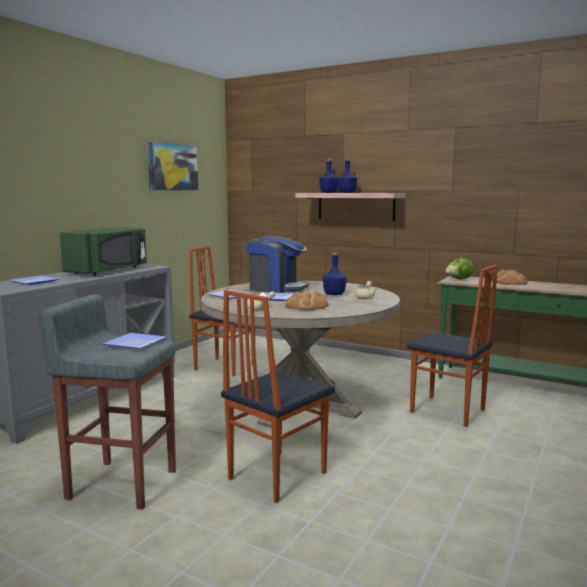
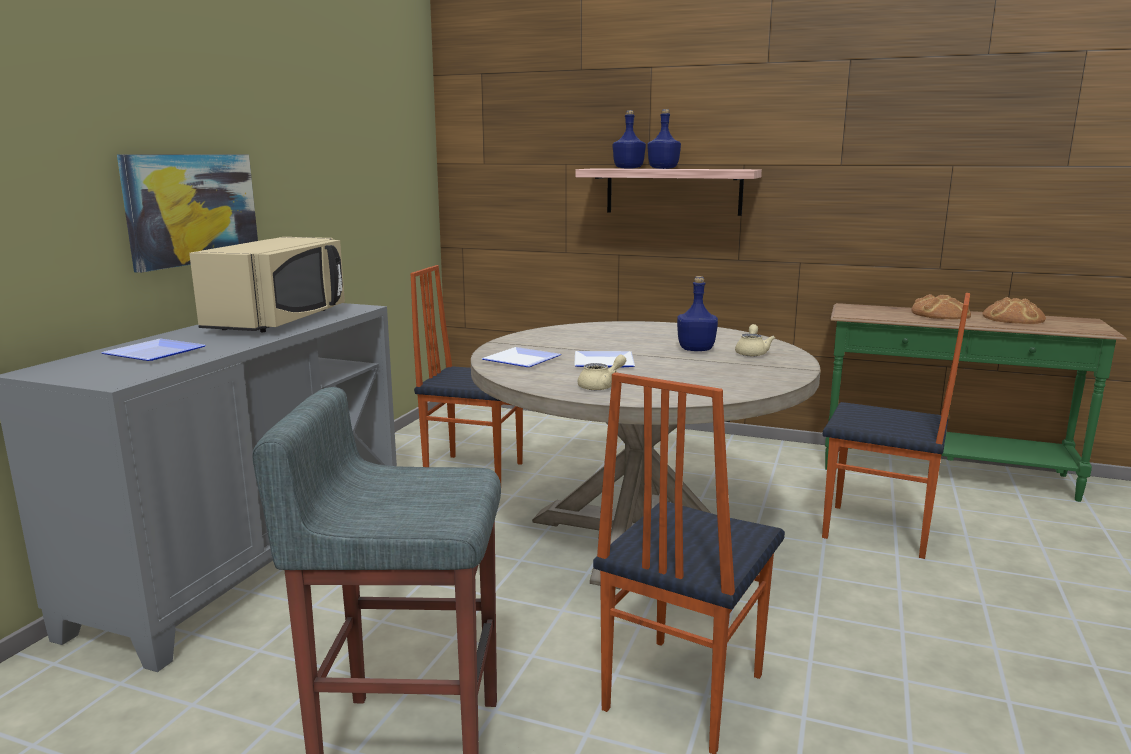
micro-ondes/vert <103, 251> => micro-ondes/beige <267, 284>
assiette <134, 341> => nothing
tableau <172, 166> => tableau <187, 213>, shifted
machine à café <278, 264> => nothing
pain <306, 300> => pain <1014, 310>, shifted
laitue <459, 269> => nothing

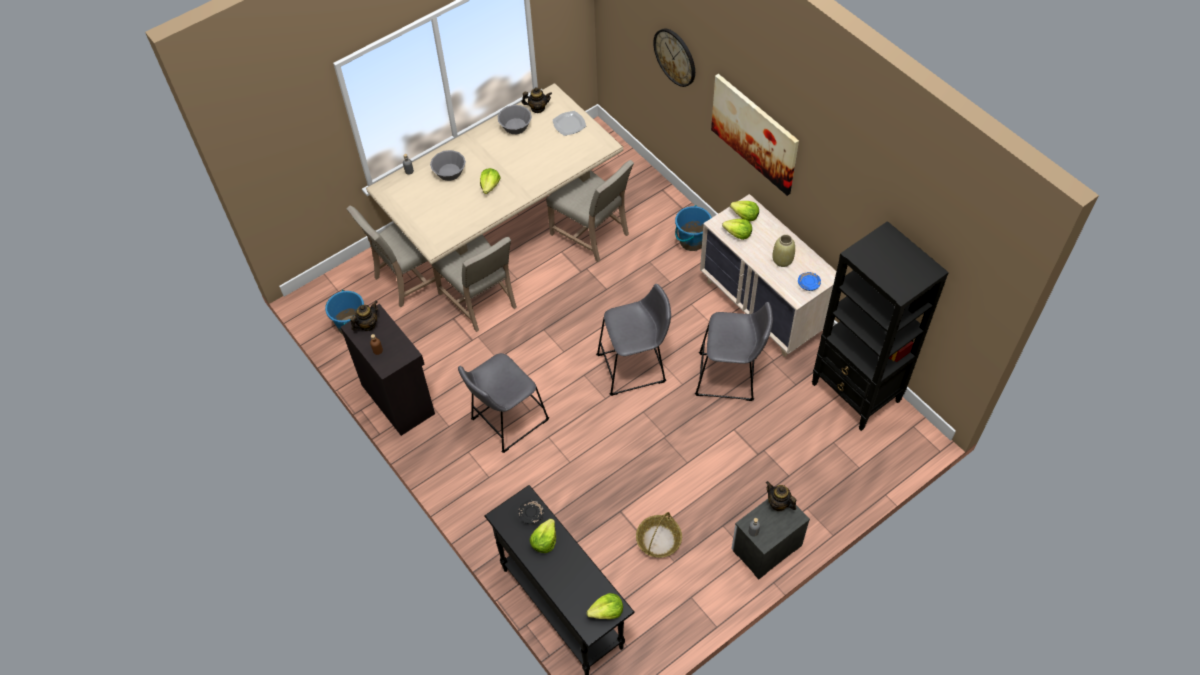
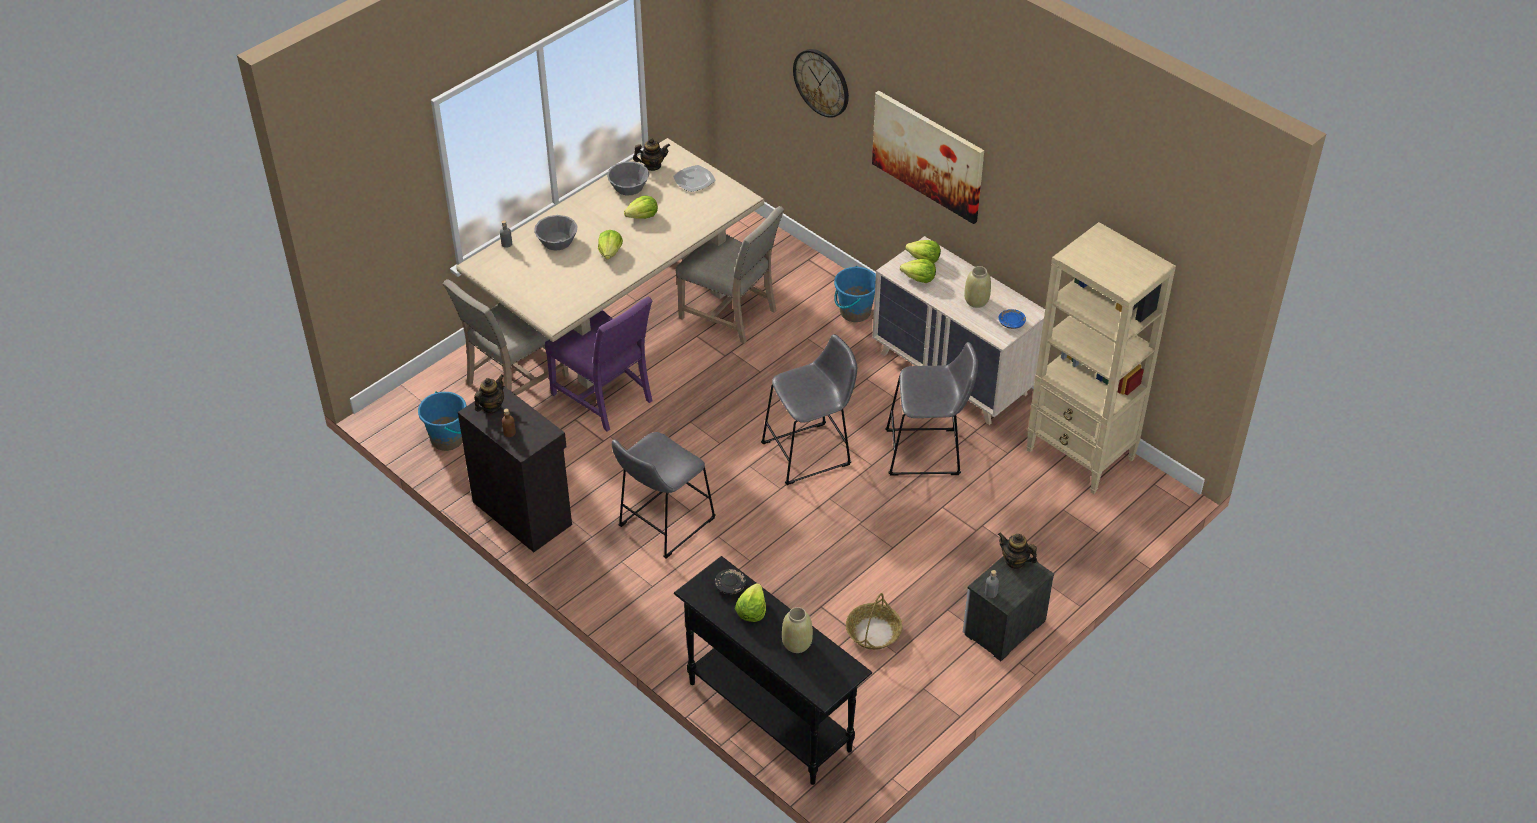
chaise/beige <474, 283> => chaise/violet <598, 364>
laitue <605, 606> => laitue <641, 207>, shifted
bibliothèque/noir <880, 326> => bibliothèque/beige <1101, 358>
nothing => vase/beige <797, 630>

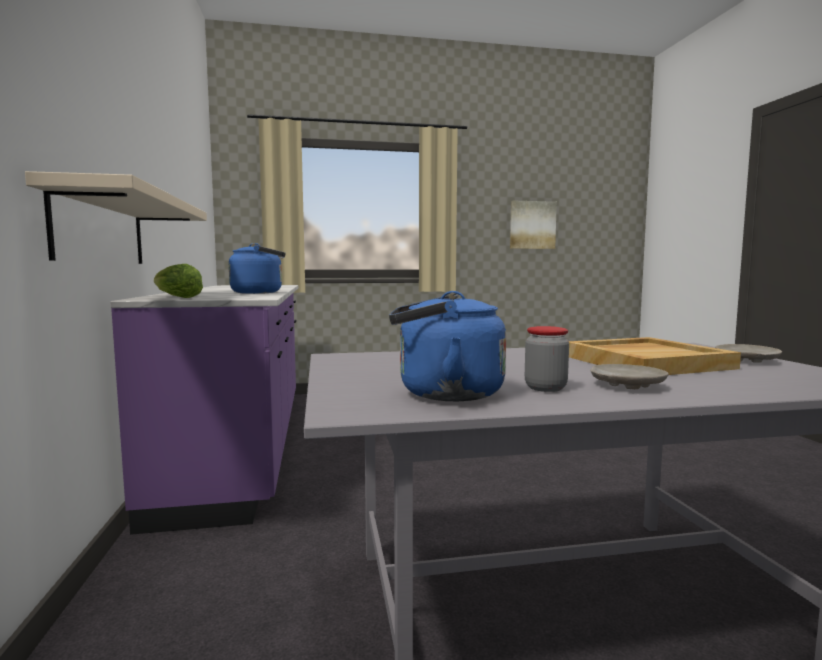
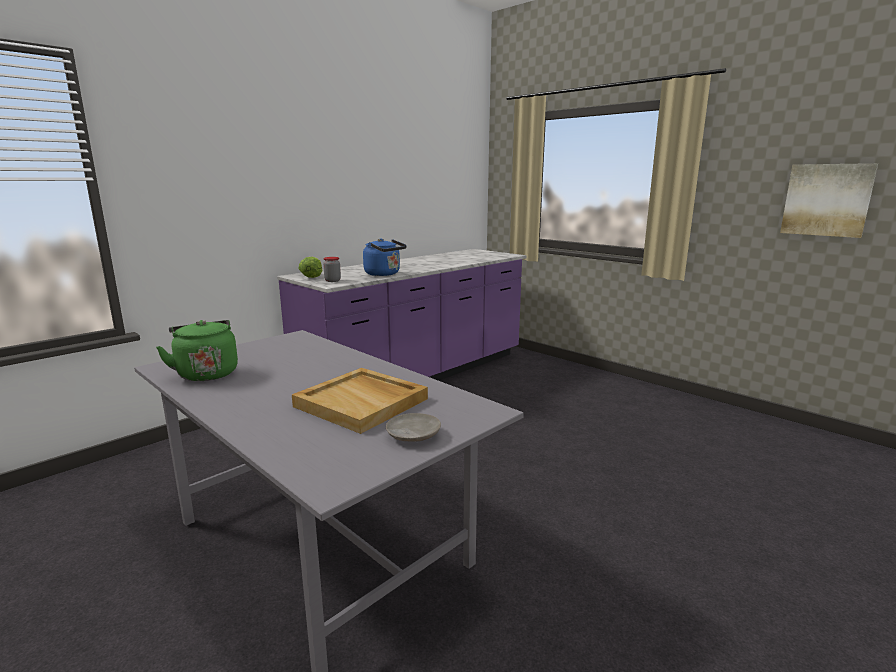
étagère/beige <116, 217> => nothing
bouilloire/bleu <447, 346> => bouilloire/vert <197, 350>
bocal <547, 359> => bocal <332, 269>, shifted
assiette/beige <629, 376> => nothing

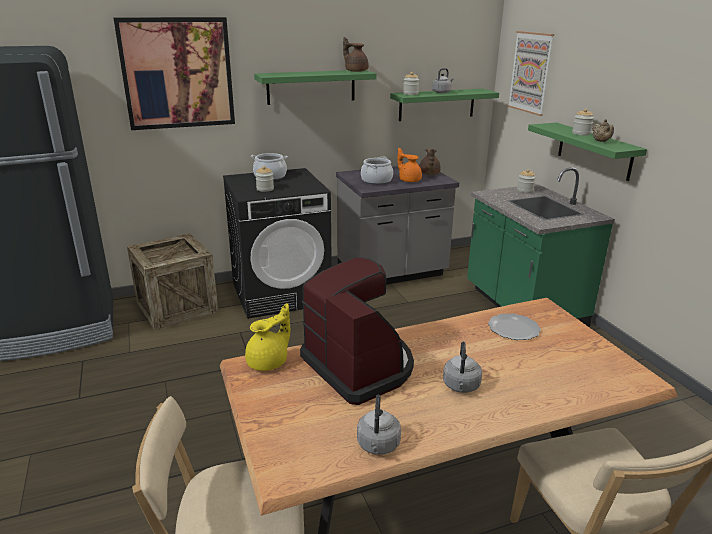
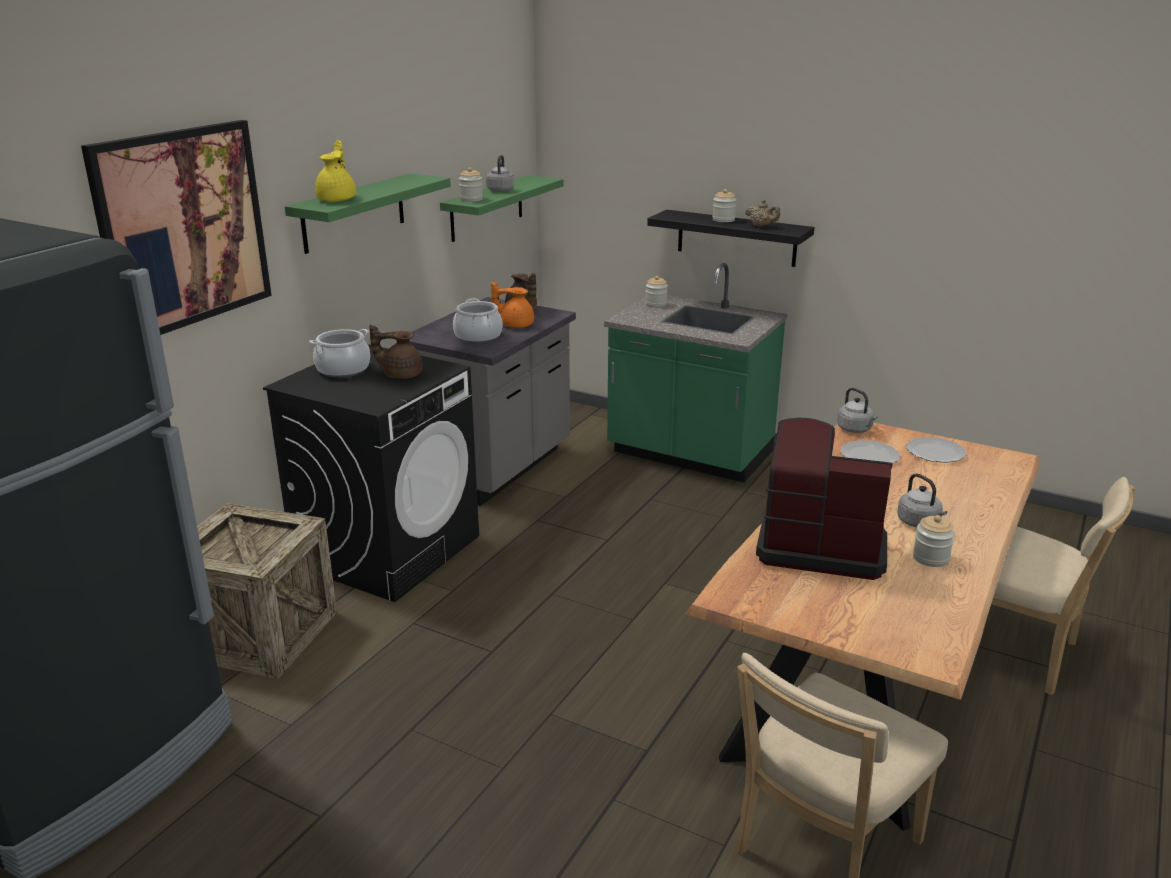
théière/jaune <267, 337> => théière/jaune <335, 171>, shifted
bocal <264, 179> => bocal <934, 541>, shifted
théière/marron <356, 54> => théière/marron <396, 351>, shifted
bouilloire/gris <379, 425> => bouilloire/gris <857, 410>, shifted
tableau <530, 73> => nothing
étagère/vert <587, 152> => étagère/noir <730, 238>
nothing => assiette <936, 450>

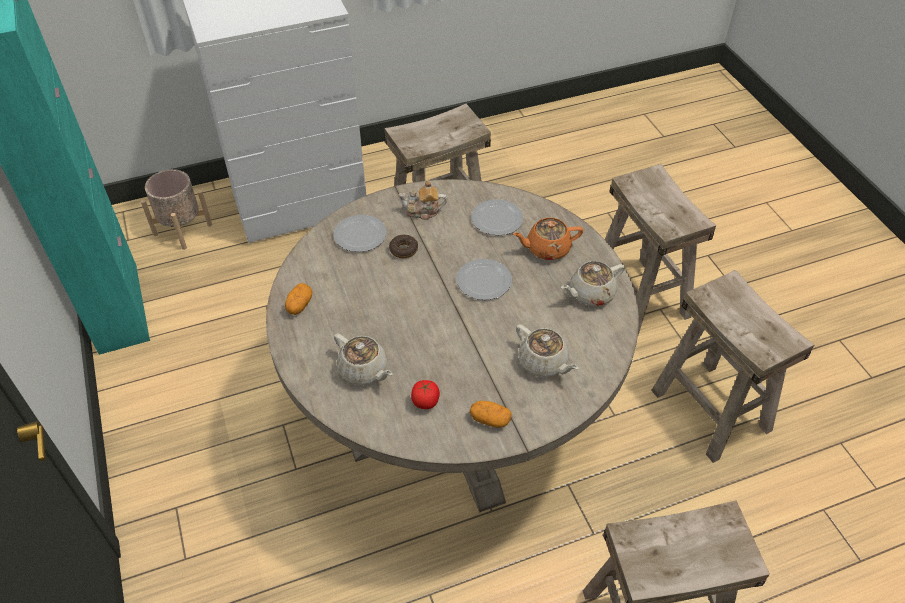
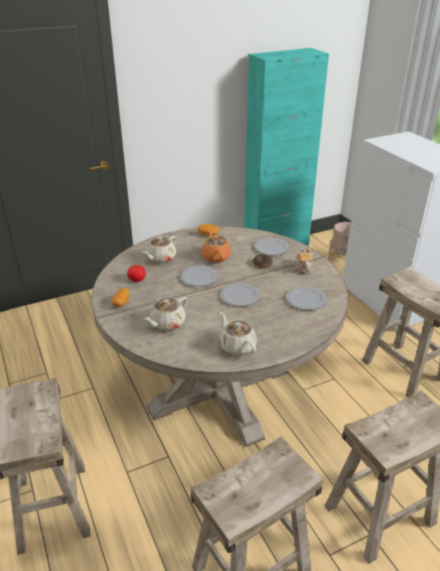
théière/orange <548, 239> => théière/orange <216, 246>, shifted
nothing => assiette <200, 276>

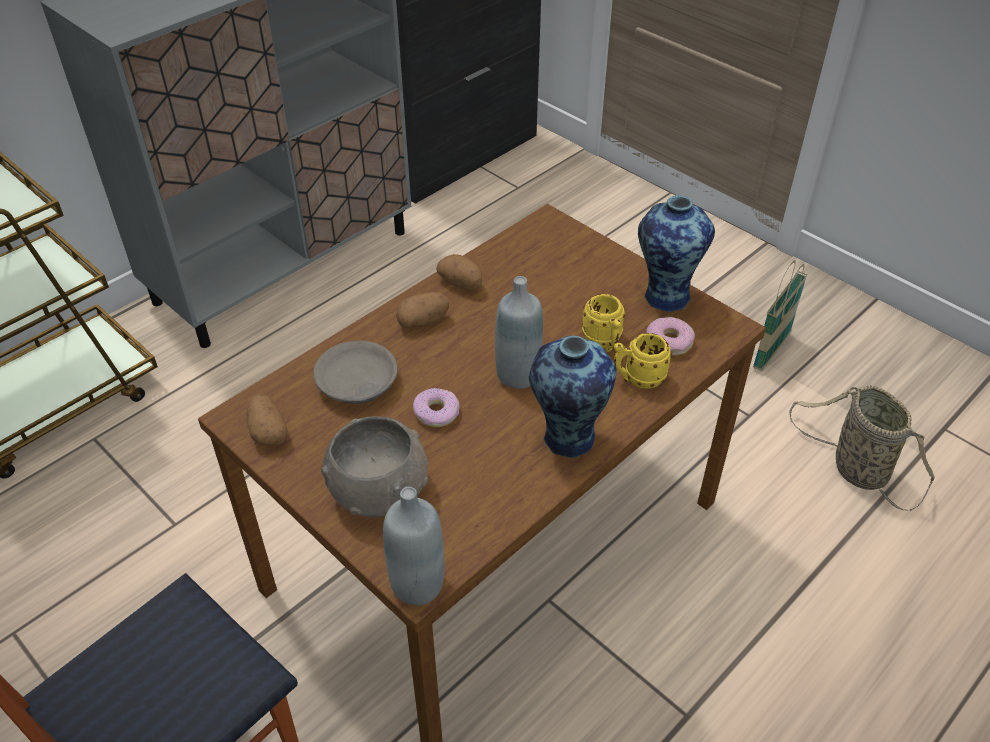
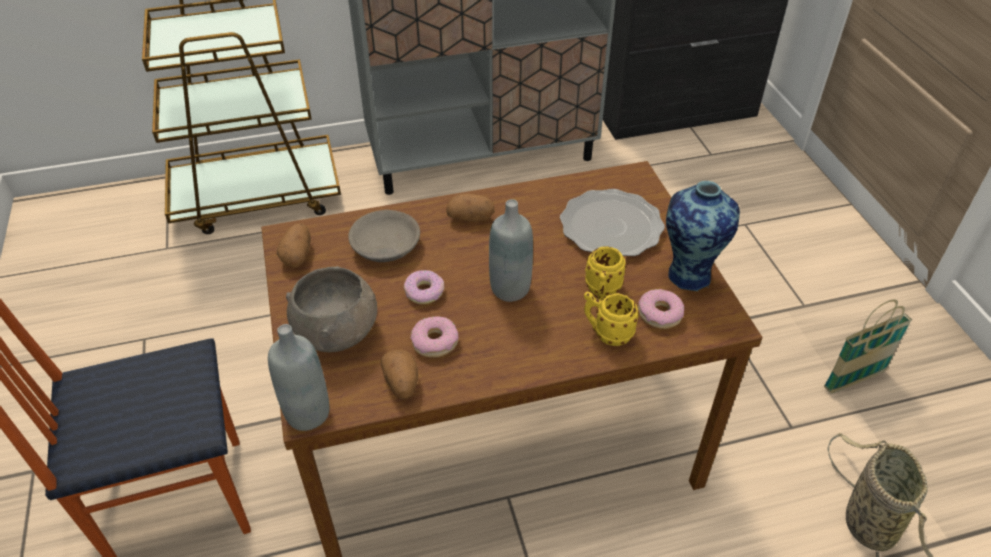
pomme de terre <459, 272> => pomme de terre <399, 374>, shifted
vase <573, 397> => nothing
nothing => beignet <434, 337>
nothing => assiette <612, 222>

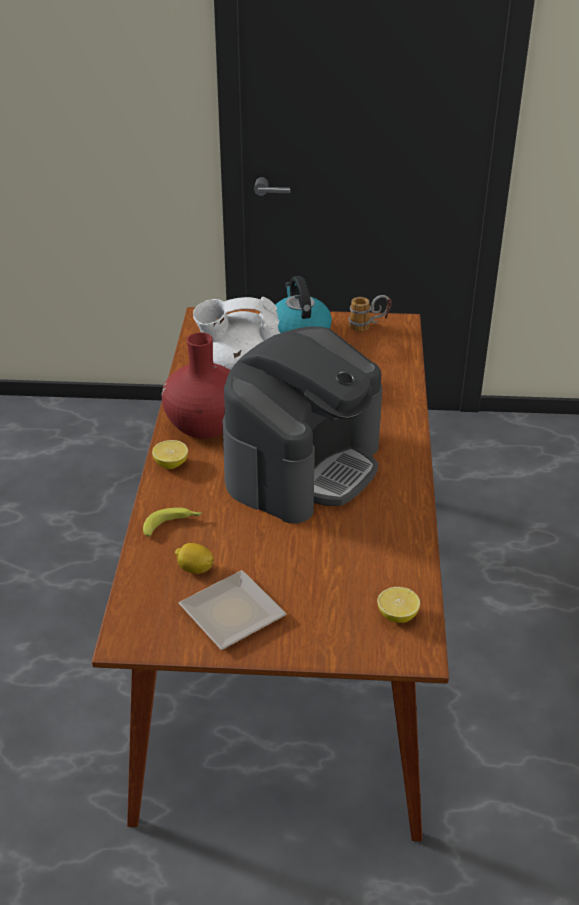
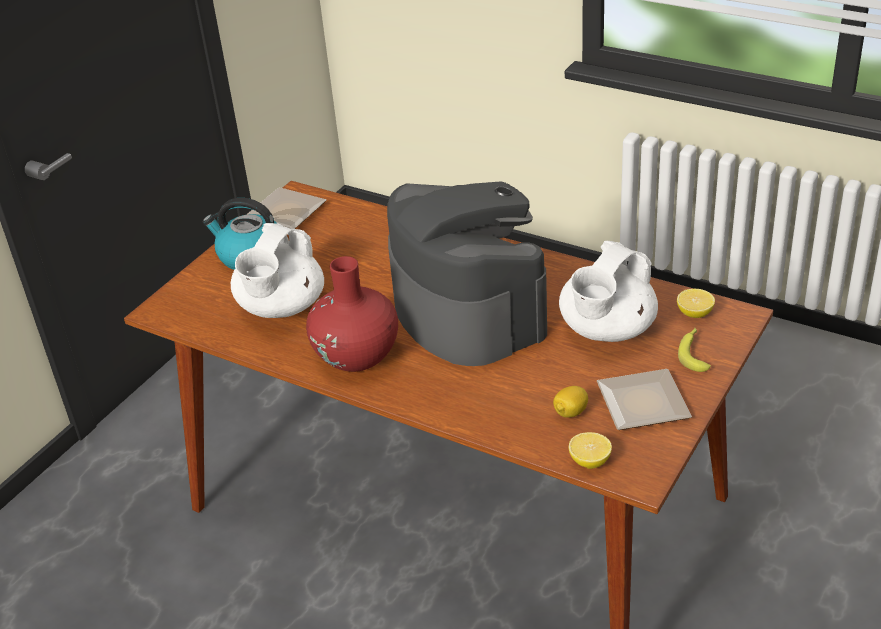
banane <172, 522> => banane <694, 350>, shifted
citron <170, 454> => citron <590, 450>, shifted
mug <370, 313> => assiette <286, 208>
nothing => théière/blanc <608, 291>

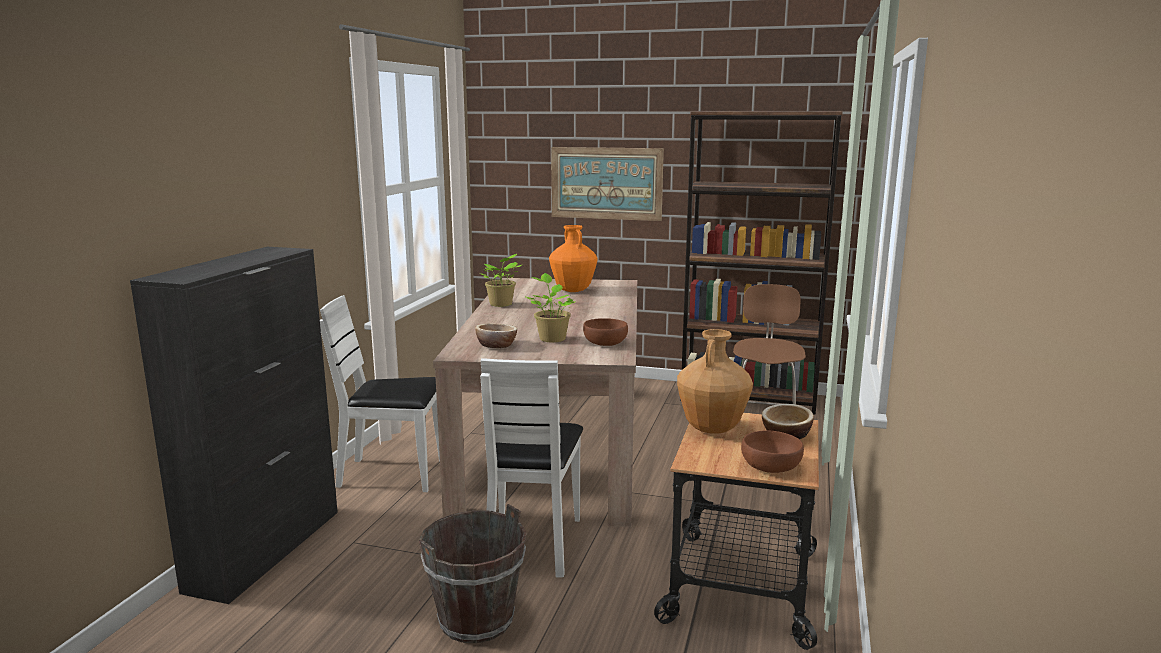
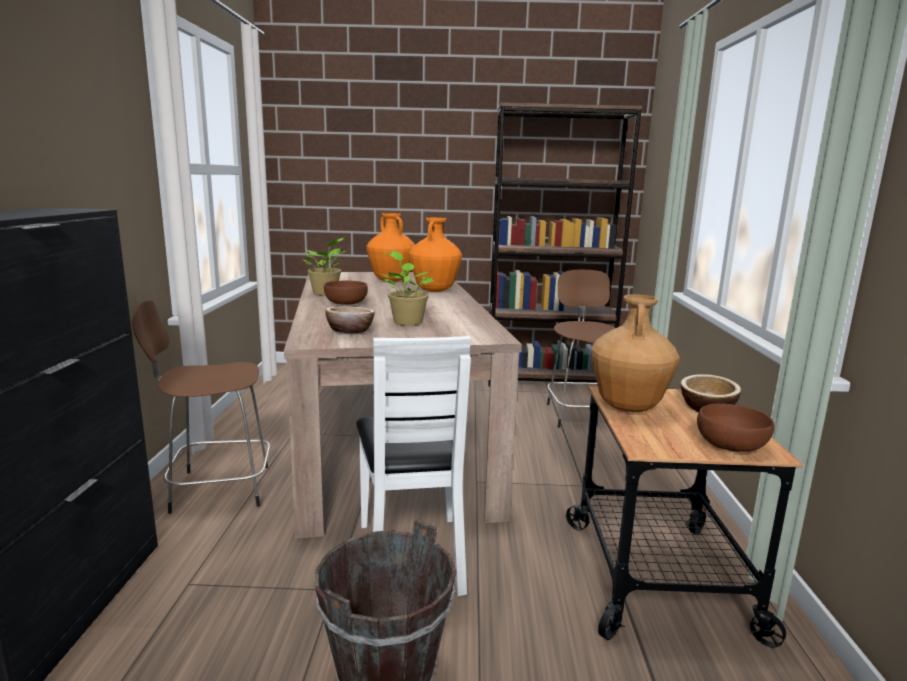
chaise/blanc <380, 393> => tabouret/marron <201, 407>
tableau <607, 184> => nothing
bol/marron <605, 332> => bol/marron <346, 293>, shifted
nothing => vase/orange <435, 255>

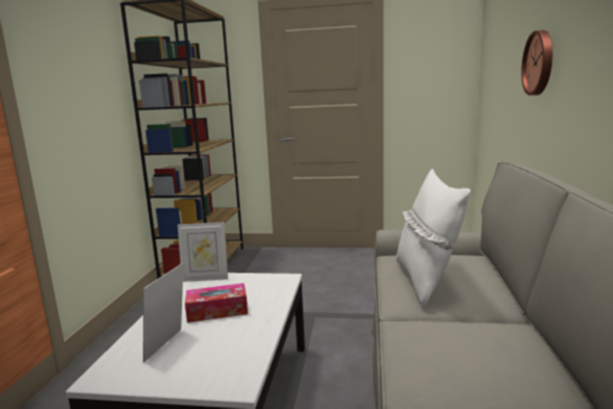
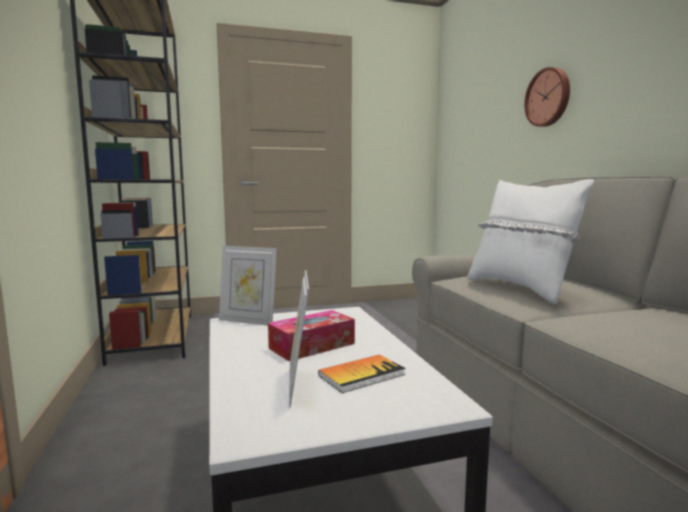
cadre photo <203, 252> => cadre photo <248, 285>, 45 degrees clockwise
nothing => livre <361, 373>

